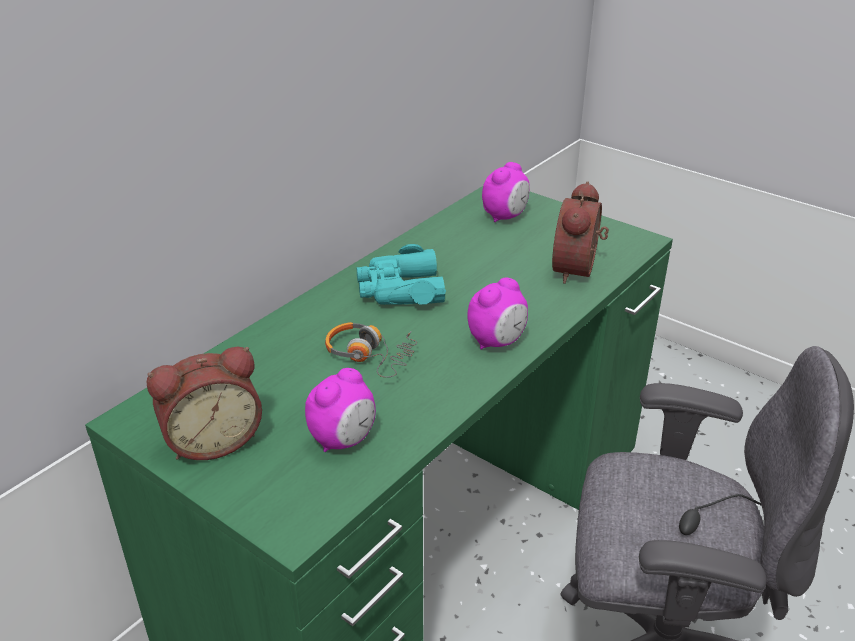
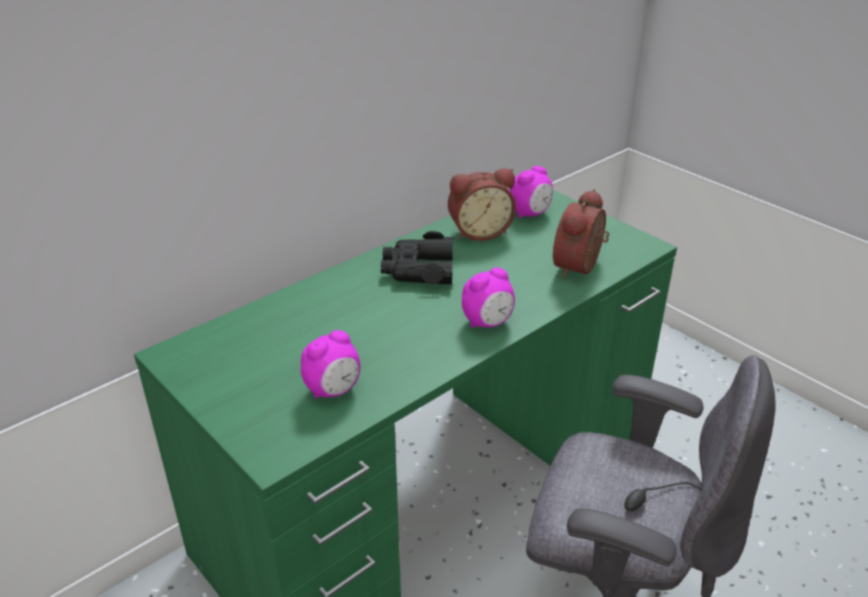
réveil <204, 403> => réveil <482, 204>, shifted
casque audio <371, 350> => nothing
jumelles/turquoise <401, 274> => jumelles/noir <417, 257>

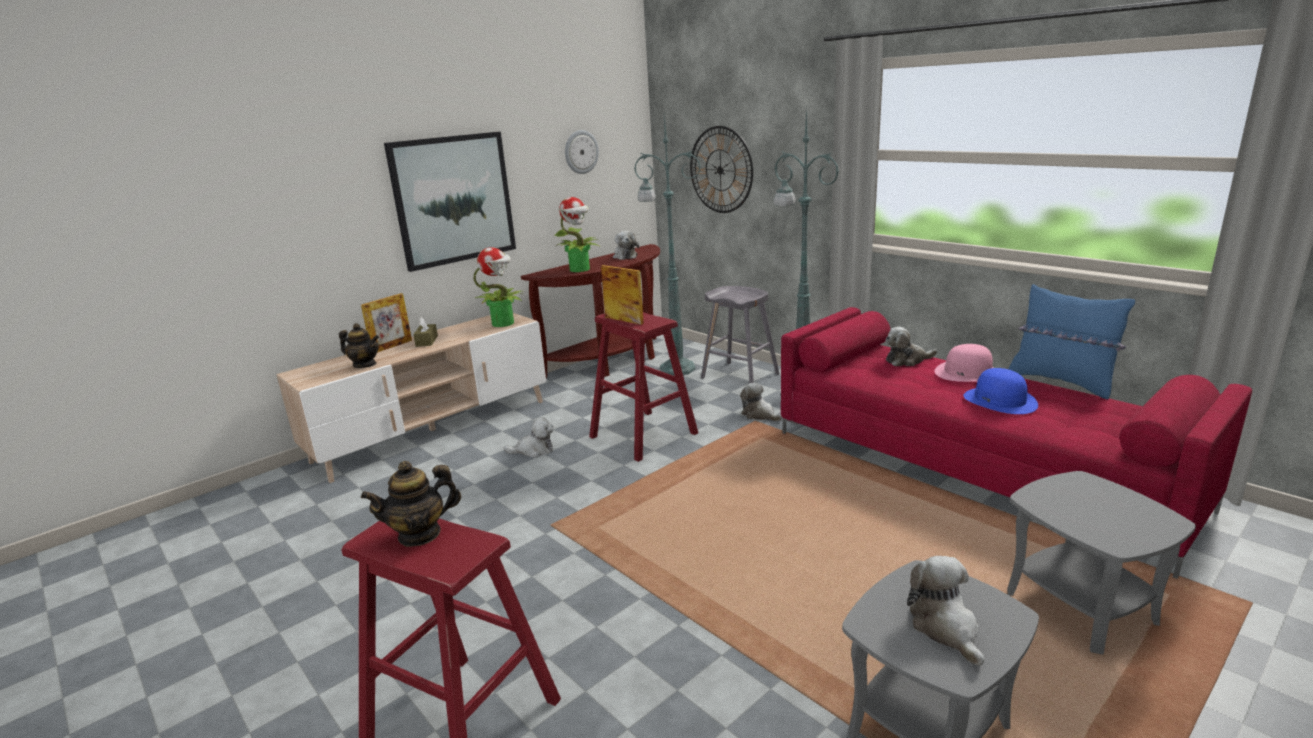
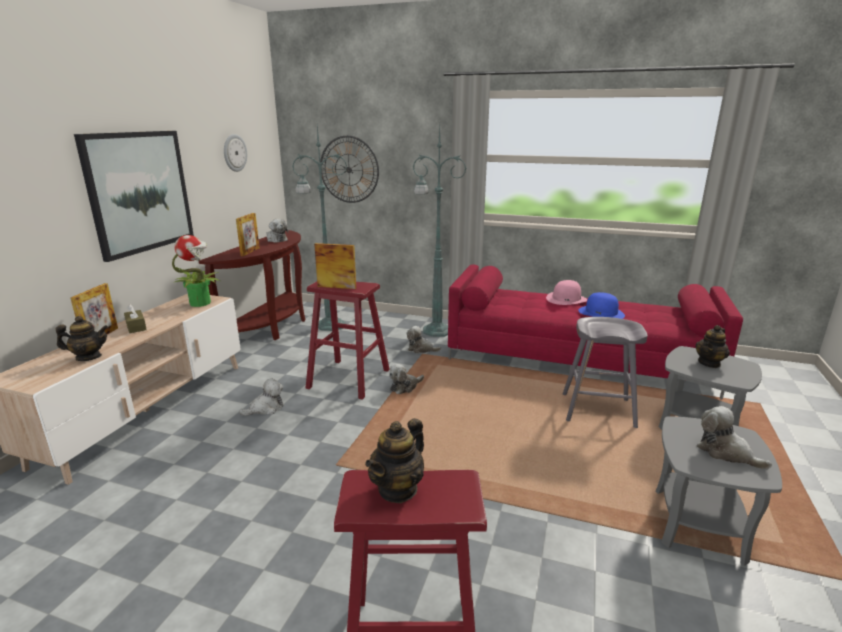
plante en pot <576, 234> => cadre photo <248, 234>
tabouret/gris <740, 334> => tabouret/gris <605, 372>, shifted
peluche <911, 346> => peluche <406, 379>, shifted
coussin/bleu <1071, 341> => nothing
nothing => théière <712, 346>

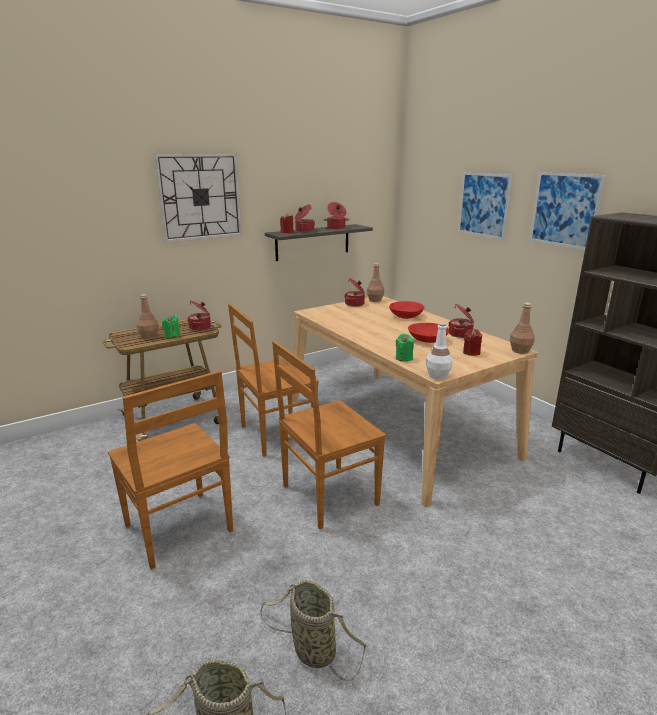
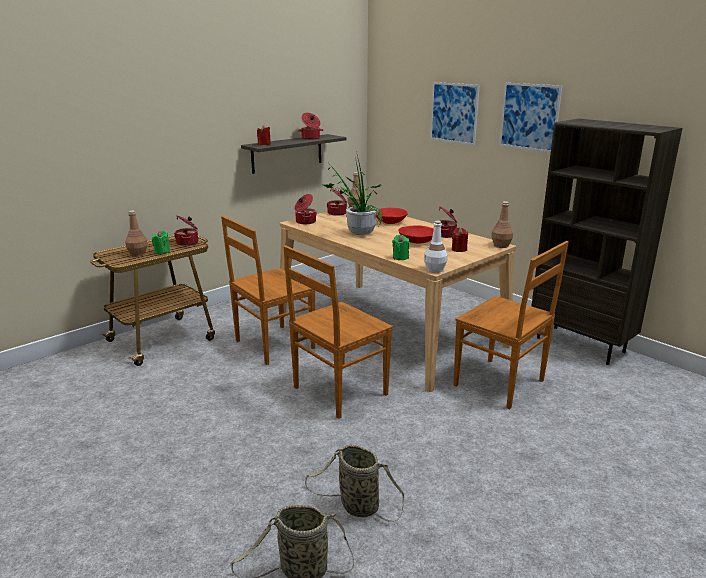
chaise/marron <170, 470> => chaise/marron <511, 325>, shifted
horloge murale <198, 198> => nothing
marmite <305, 218> => marmite <306, 209>, shifted
nothing => plante en pot <353, 195>

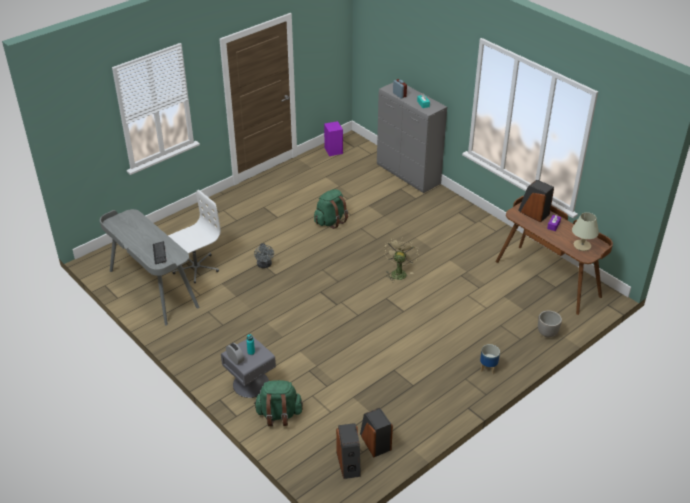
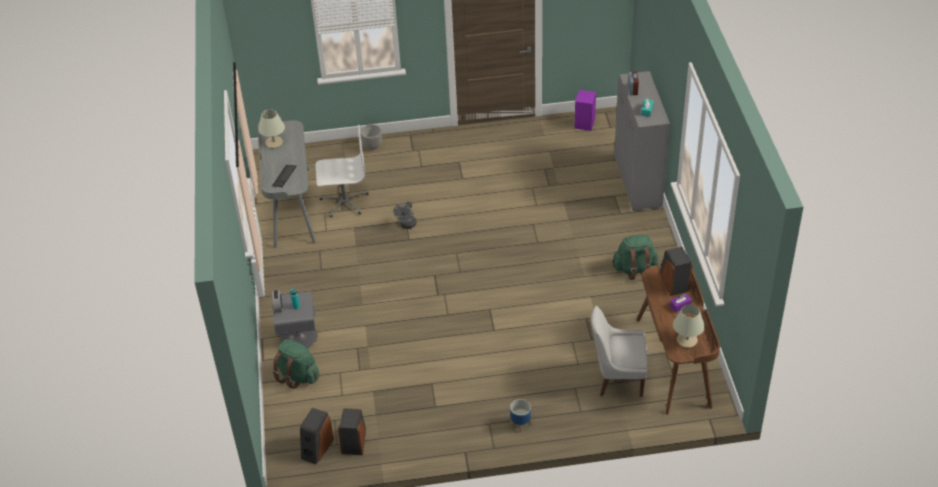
sac à dos/vert <331, 209> => sac à dos/vert <635, 257>, shifted
ventilateur/beige <401, 260> => nothing
cache-pot <550, 323> => cache-pot <371, 137>, shifted
nothing => lampe de table/beige <271, 128>
nothing => chaise/blanc <619, 351>

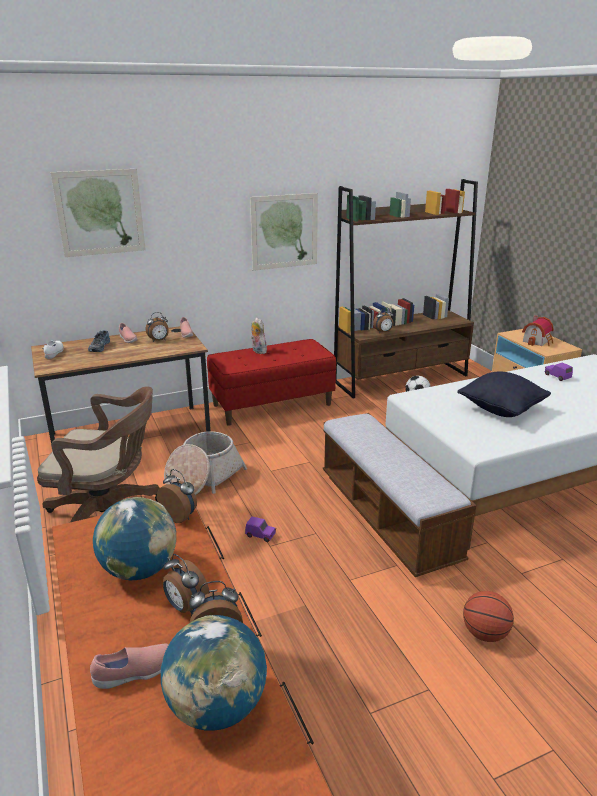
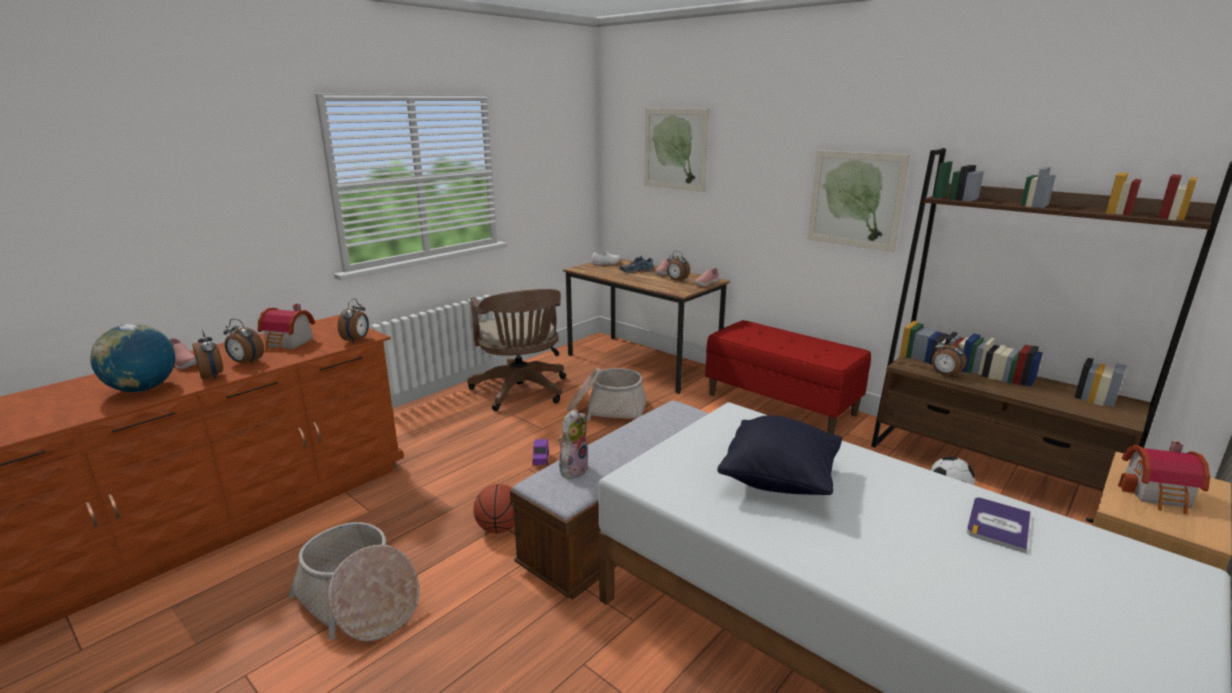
globe <134, 538> => maison miniature <286, 328>
réveil <186, 583> => réveil <243, 341>, 90 degrees counterclockwise
peluche <259, 336> => peluche <574, 444>, shifted
ballon de basket <488, 616> => ballon de basket <494, 508>, shifted
petite voiture/violet <559, 372> => livre <999, 525>
nothing => panier <354, 581>

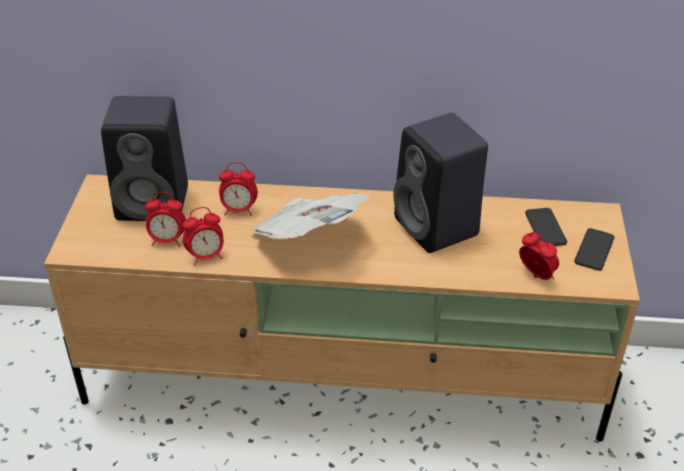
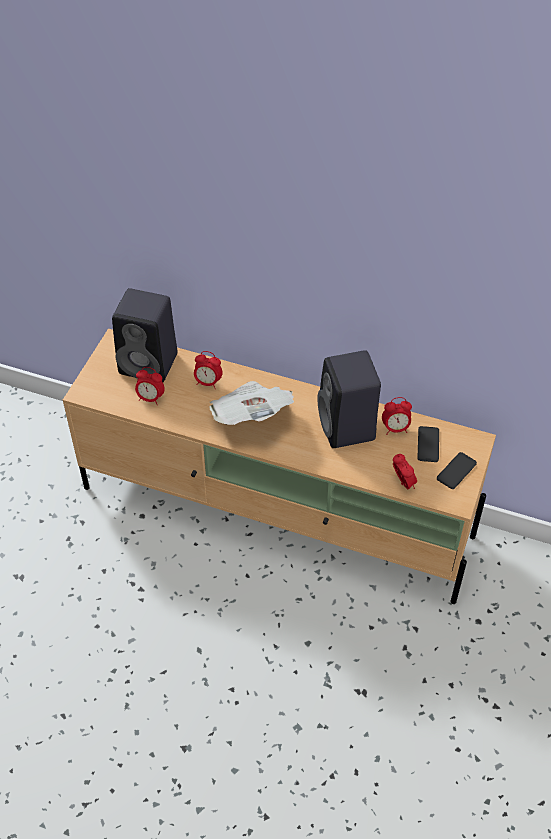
réveil <203, 236> => réveil <397, 415>, shifted

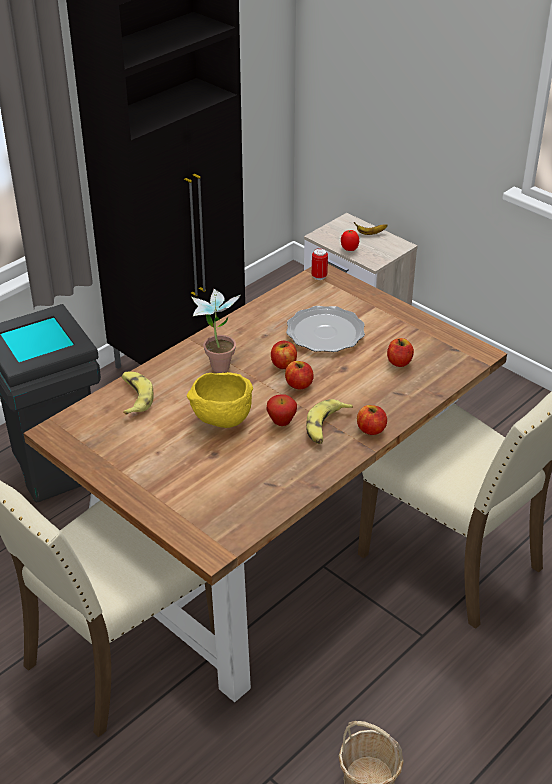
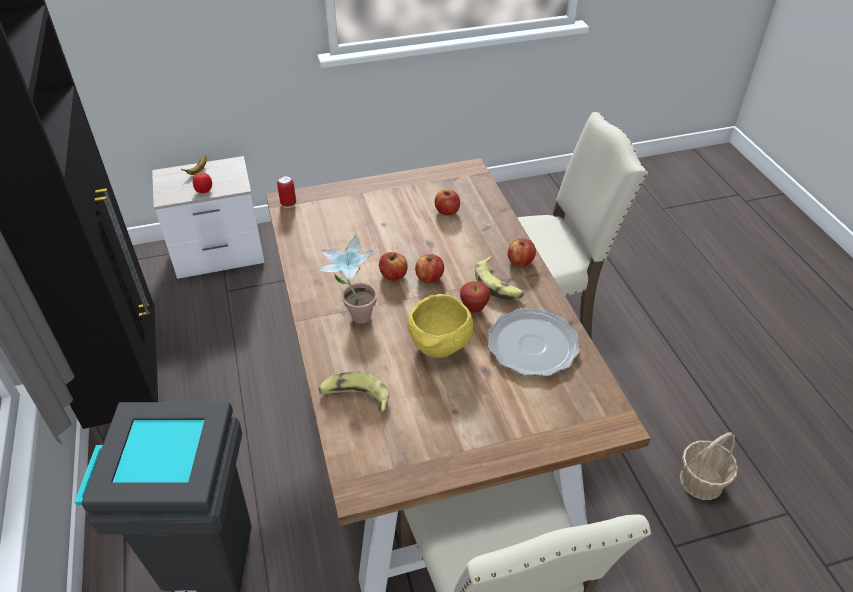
assiette <325, 329> => assiette <534, 342>, shifted

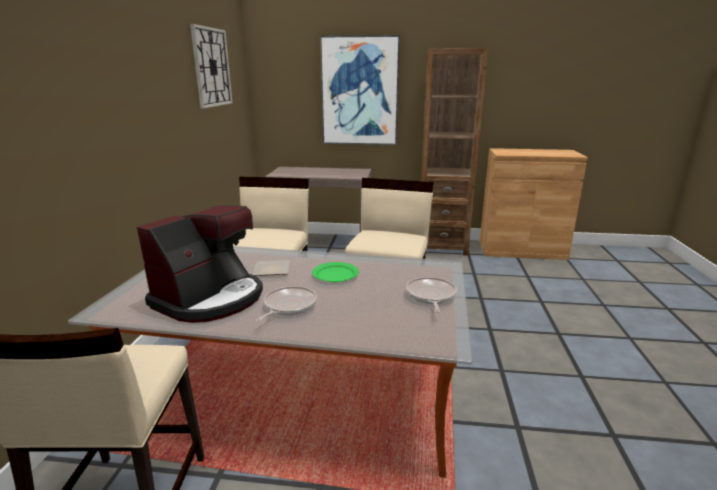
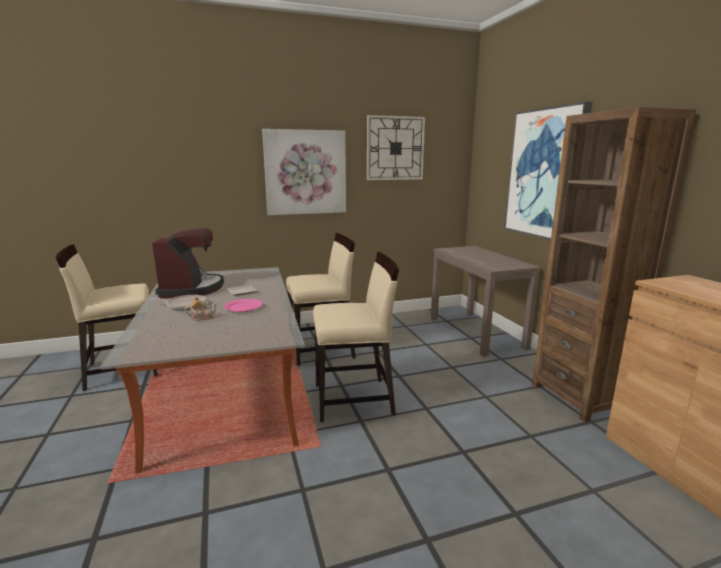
machine à café <200, 264> => machine à café <188, 263>, 105 degrees counterclockwise
assiette/vert <335, 272> => assiette/rose <243, 305>
poêle <431, 295> => nothing
nothing => théière <201, 308>
nothing => tableau <304, 172>

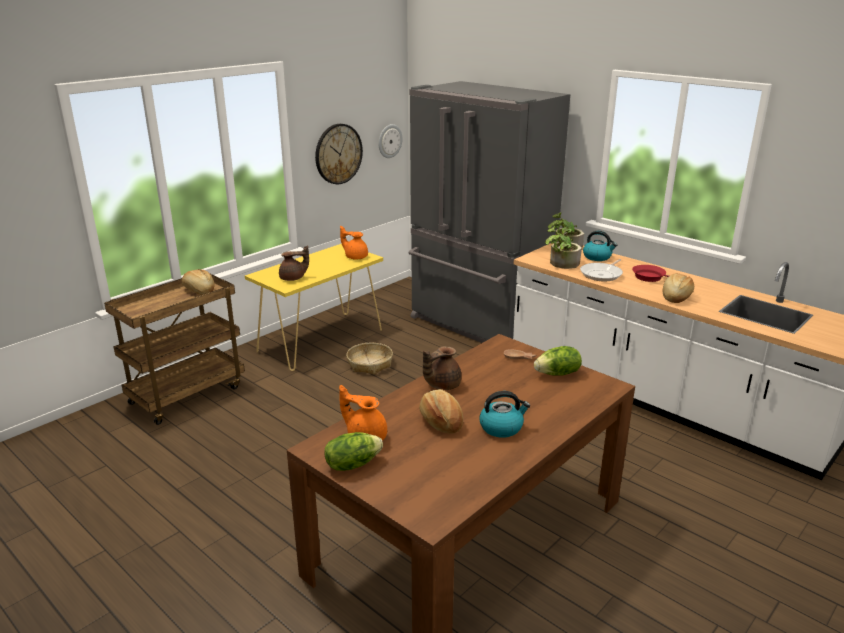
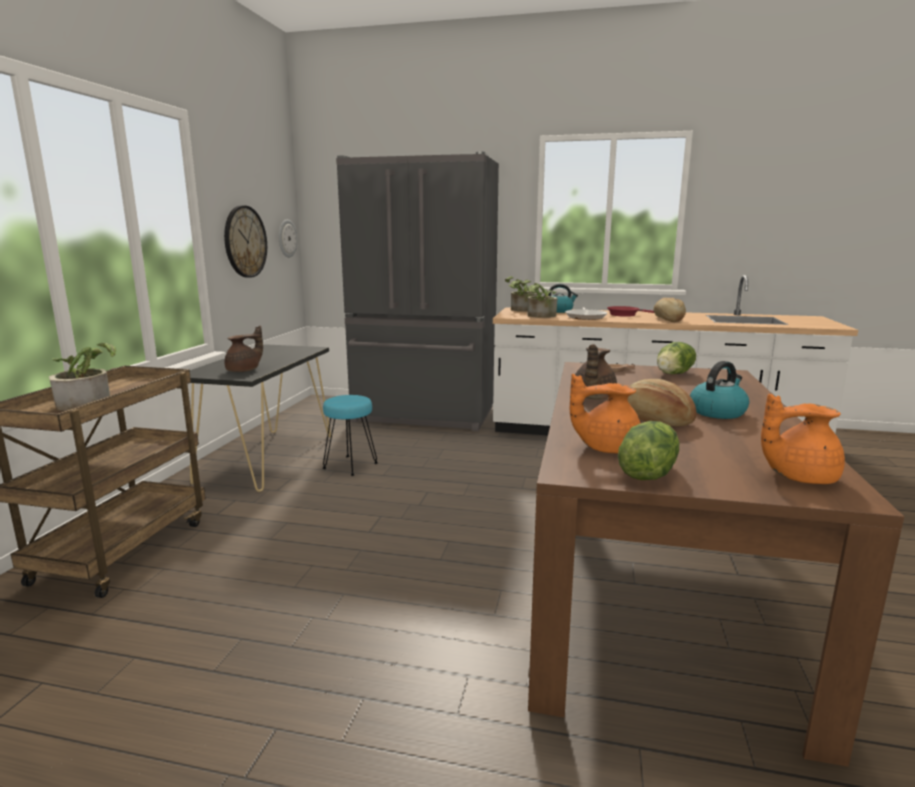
pain <198, 282> => nothing
table console/jaune <314, 307> => table console/noir <260, 418>
théière/orange <354, 243> => théière/orange <803, 439>, shifted
panier <369, 359> => tabouret/turquoise <350, 435>
nothing => plante en pot <82, 377>

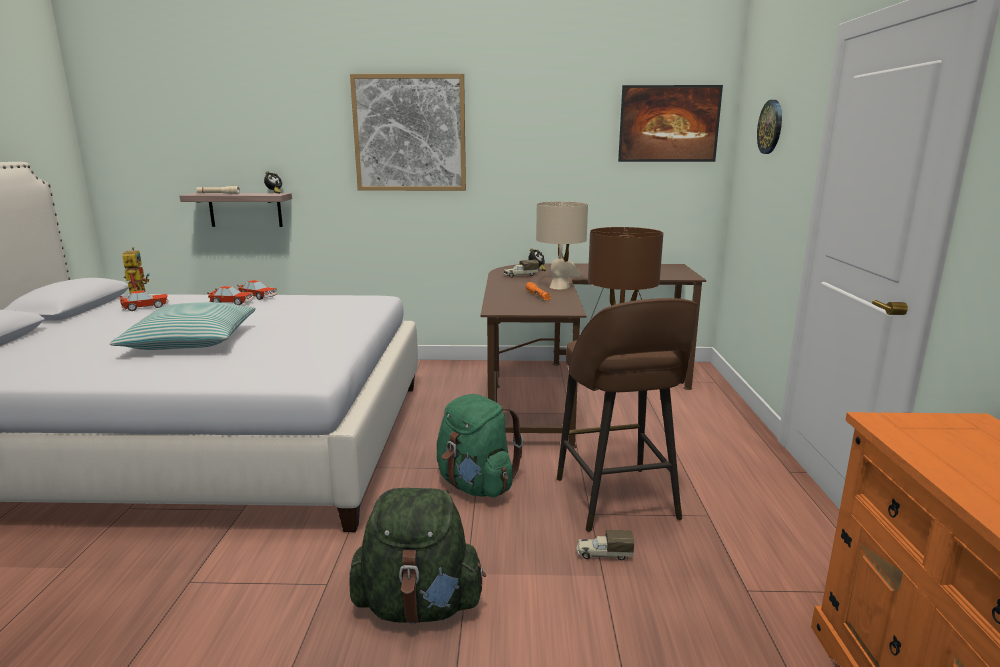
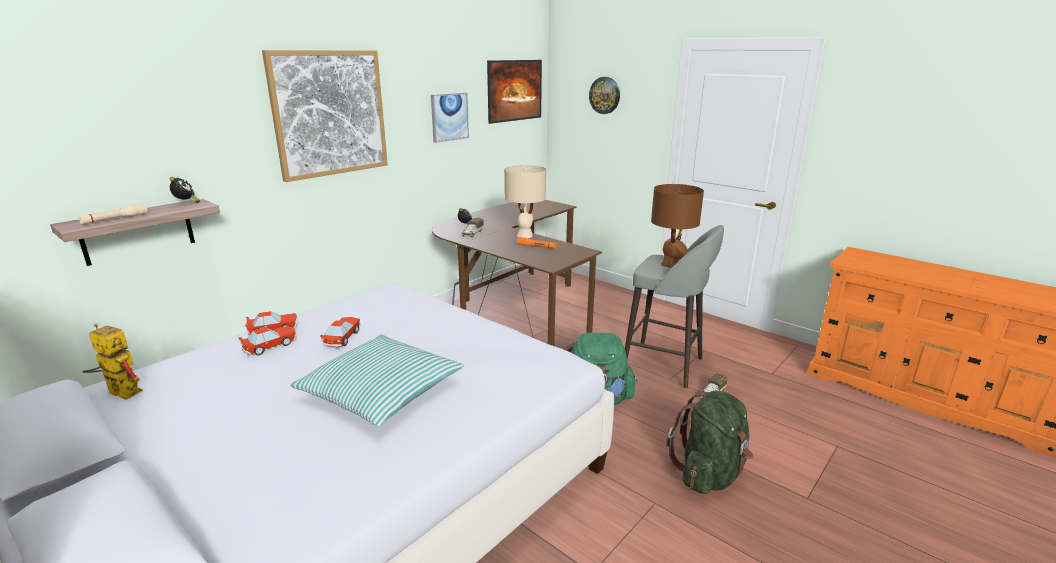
petite voiture <144, 301> => petite voiture <340, 332>, shifted
tabouret/marron <627, 415> => tabouret/gris <674, 307>
nothing => tableau <450, 117>

